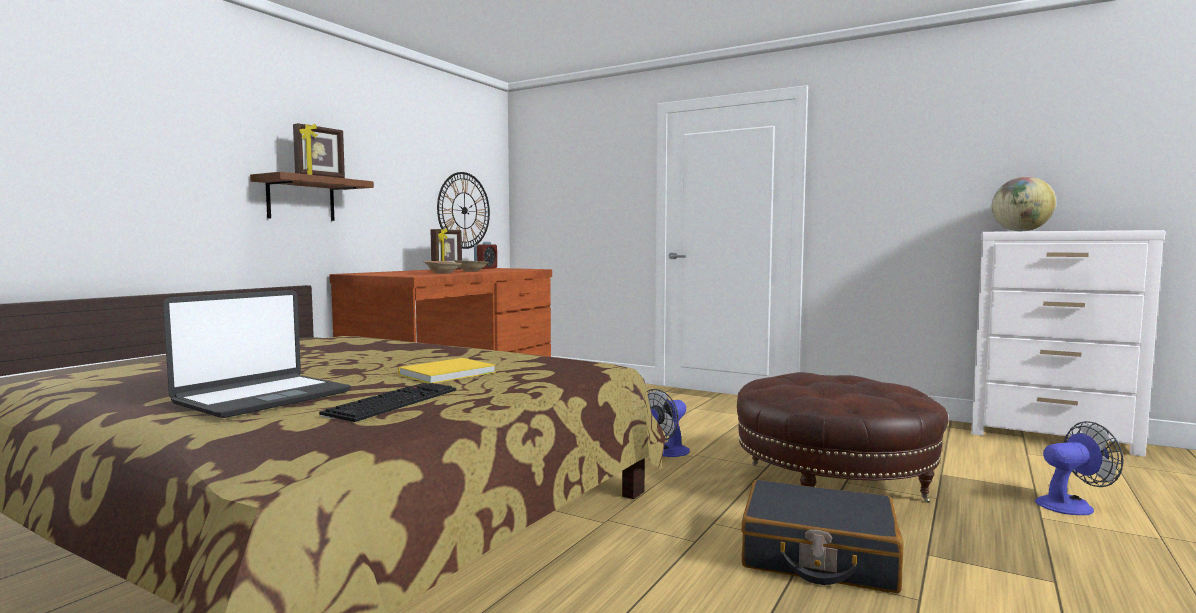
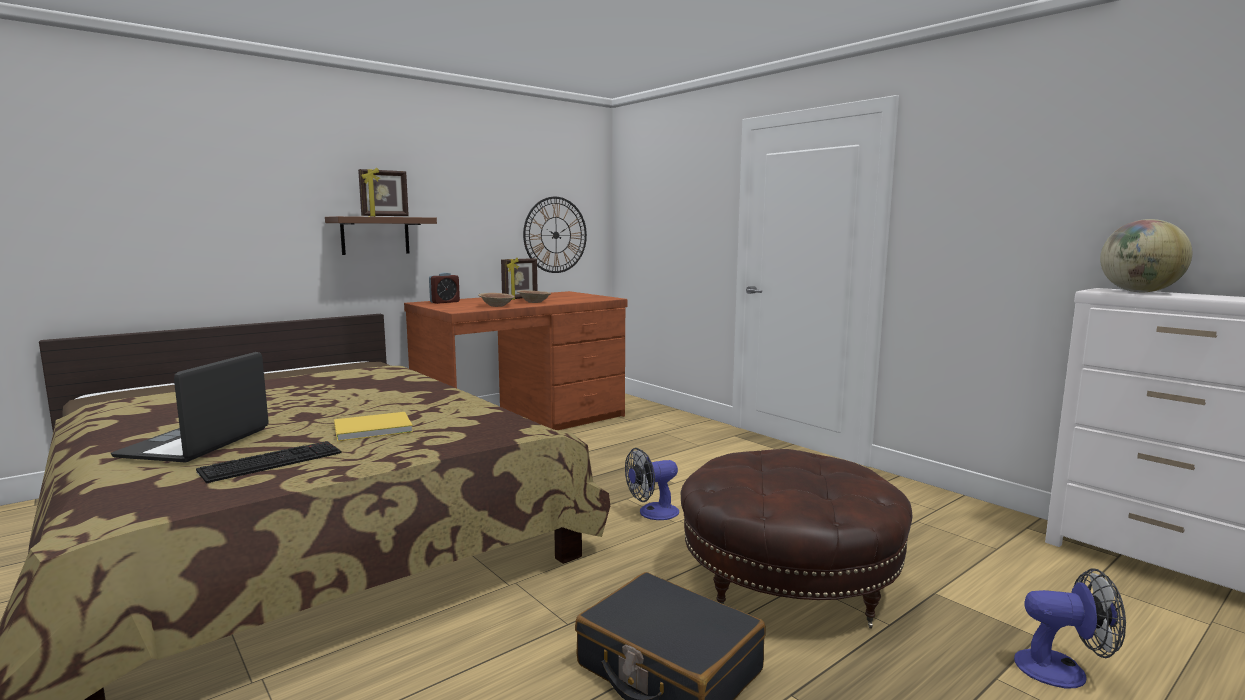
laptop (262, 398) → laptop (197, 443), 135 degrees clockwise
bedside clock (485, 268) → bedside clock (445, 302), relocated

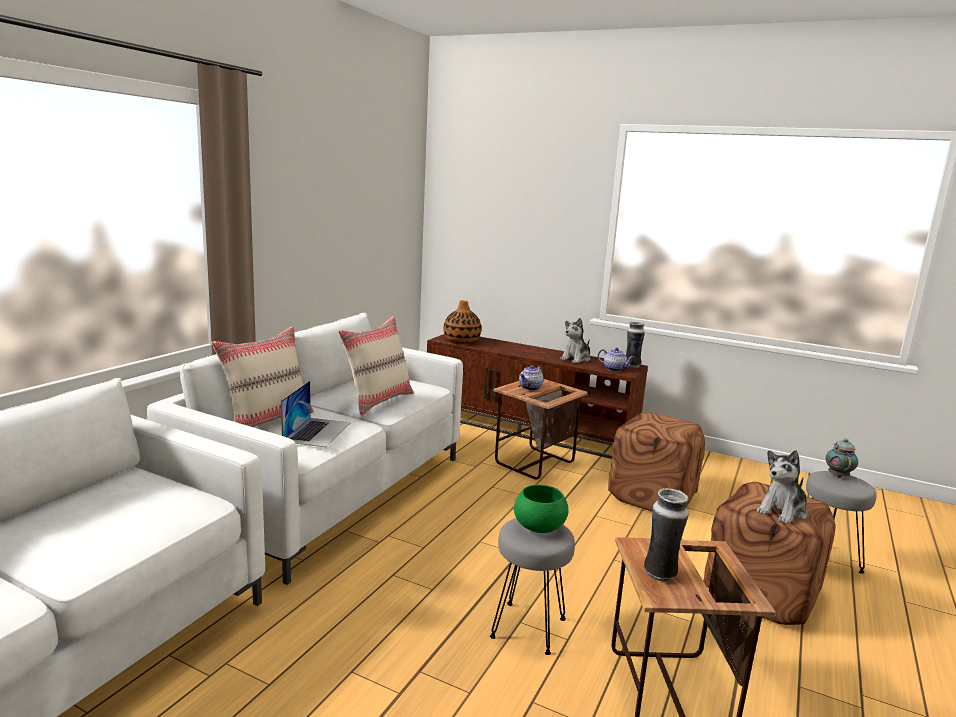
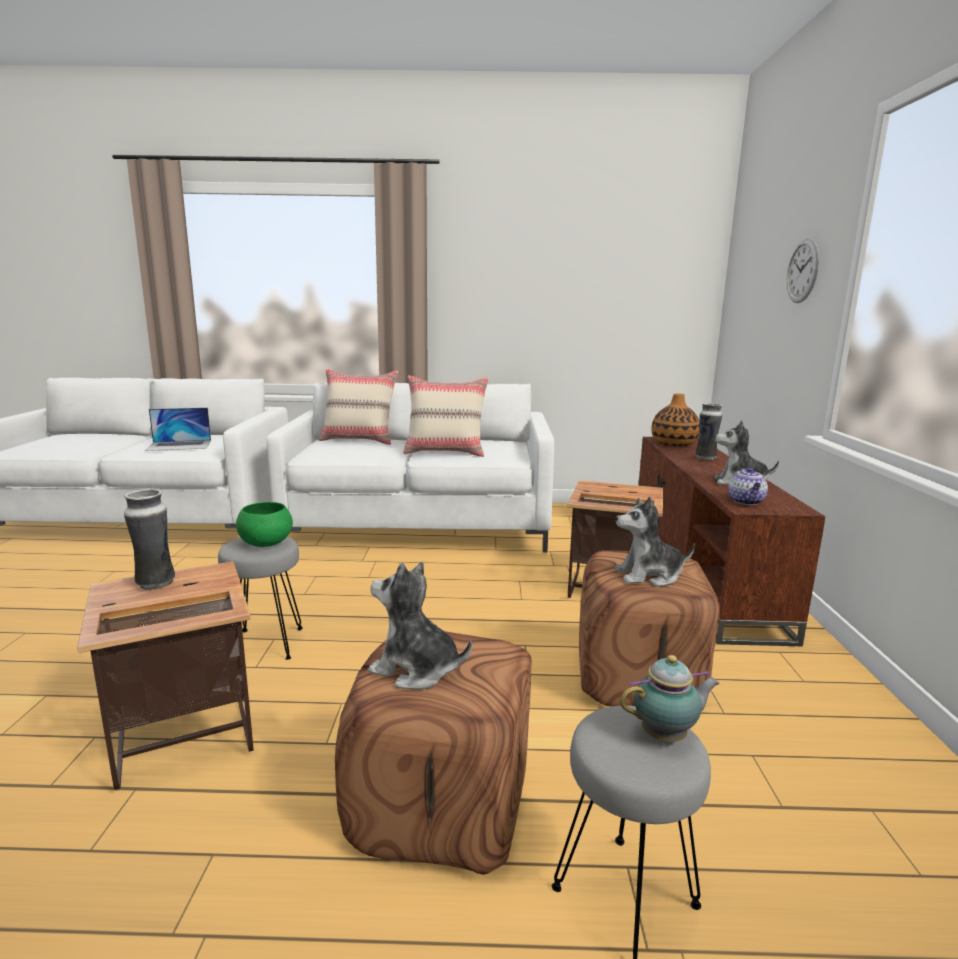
laptop (317, 432) → laptop (179, 445), relocated
pot for tea (530, 388) → -
vase (631, 366) → vase (705, 458), relocated
- → plush toy (649, 576)
- → wall clock (802, 271)

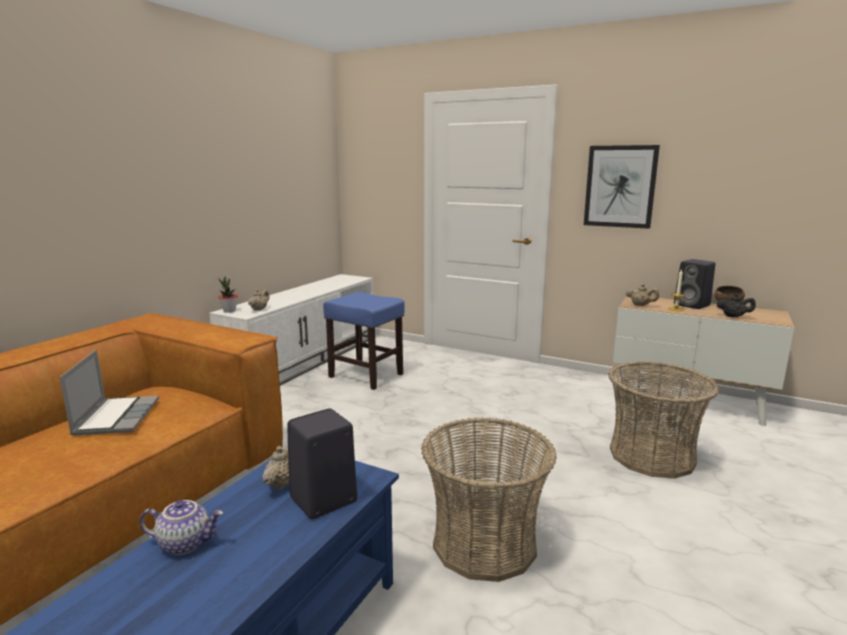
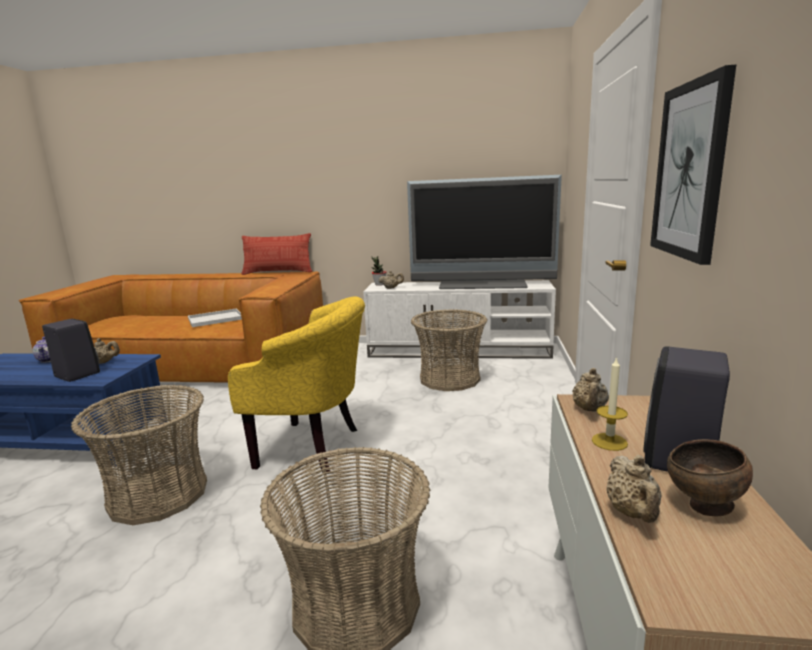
laptop (116, 416) → tray (white) (216, 318)
stool (bluish) (367, 375) → storage basket (450, 379)
pot for tea (blackish) (733, 316) → pot for tea (beige) (633, 513)
- → armchair (yellow-coloured) (314, 447)
- → cushion (278, 272)
- → TV set (482, 284)

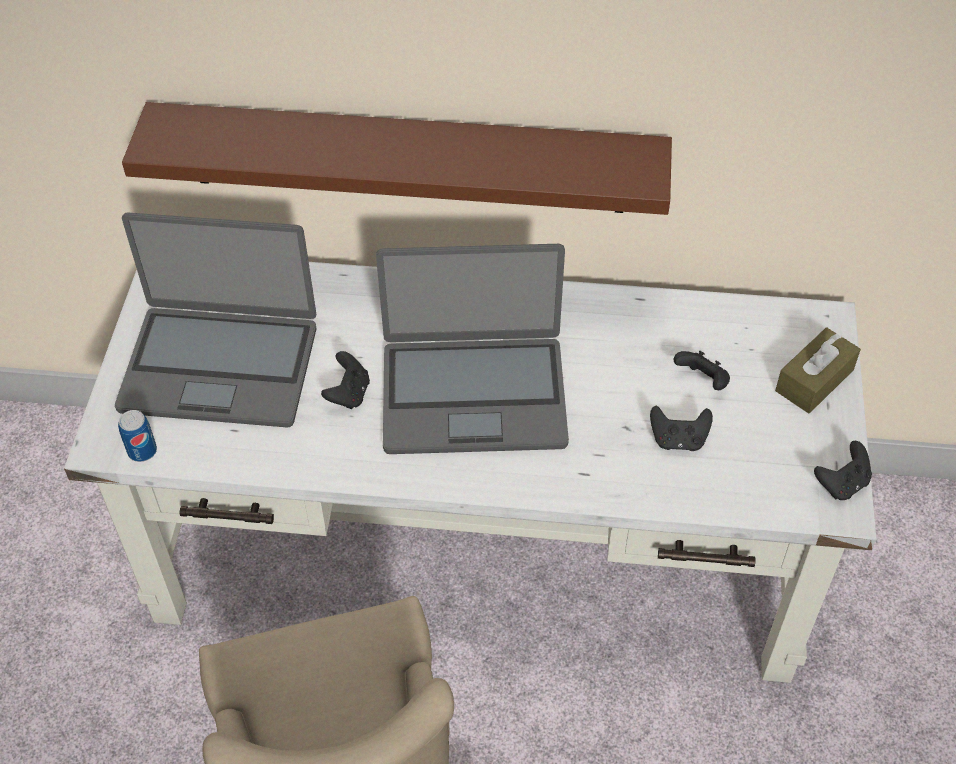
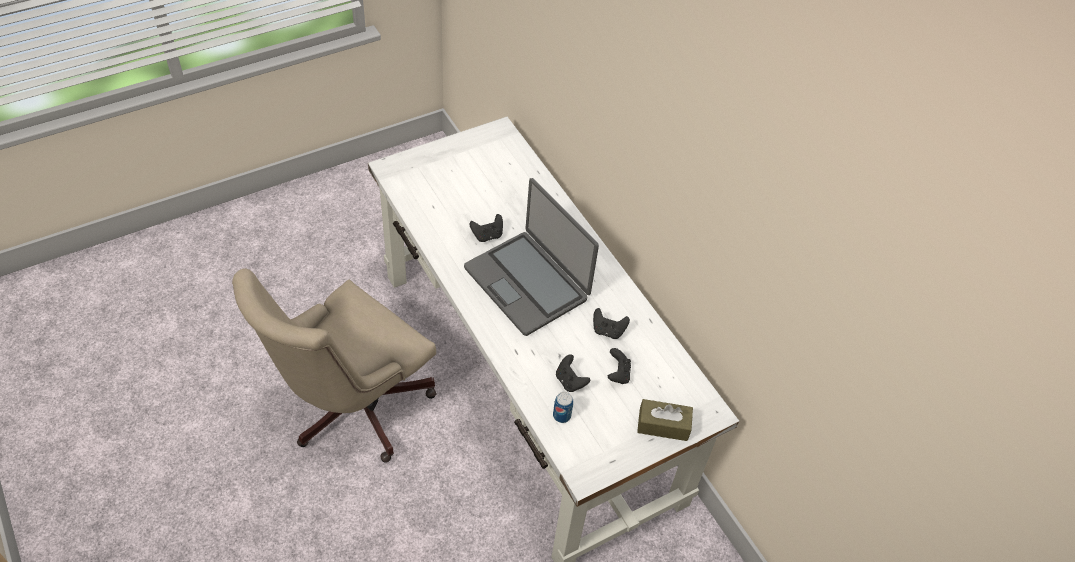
laptop (220, 365) → -
sealed can (142, 451) → sealed can (561, 415), relocated
shelf (brown-coloured) (407, 158) → -
game controller (blackish) (841, 484) → game controller (blackish) (608, 331), relocated

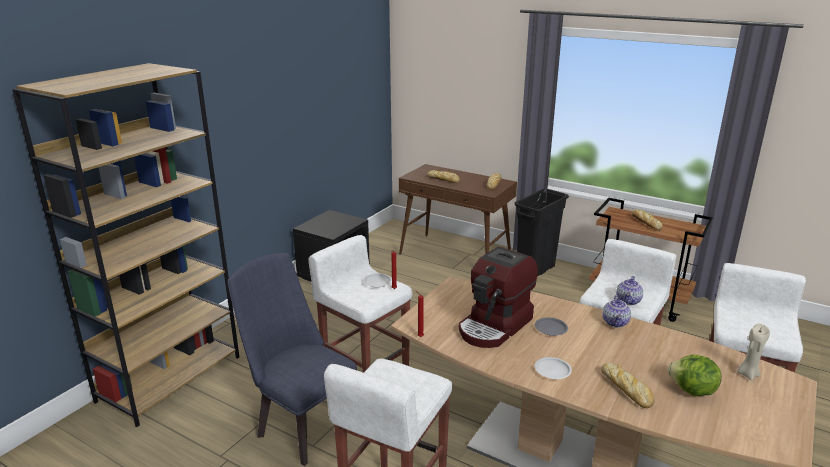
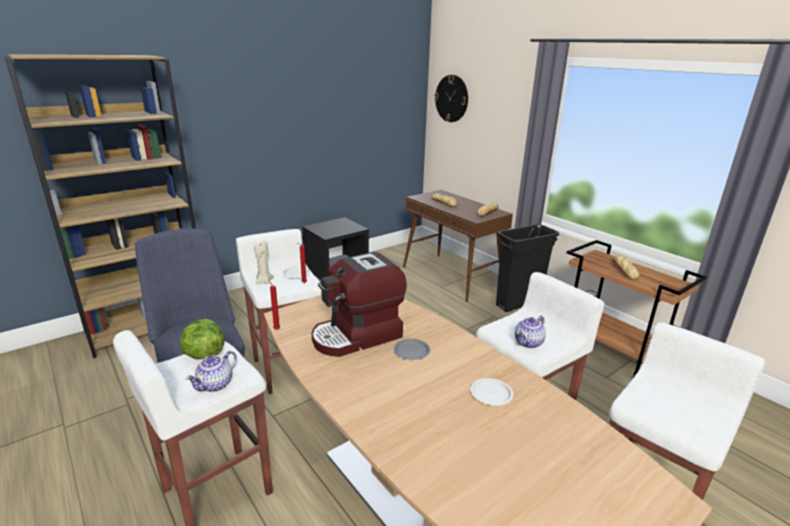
plate (white) (553, 370) → plate (white) (491, 394), relocated
bakery bread (627, 389) → -
pot for tea (616, 323) → pot for tea (215, 385), relocated
head of lettuce (692, 391) → head of lettuce (204, 354), relocated
wax light (beige) (747, 374) → wax light (beige) (264, 281), relocated
- → wall clock (451, 98)

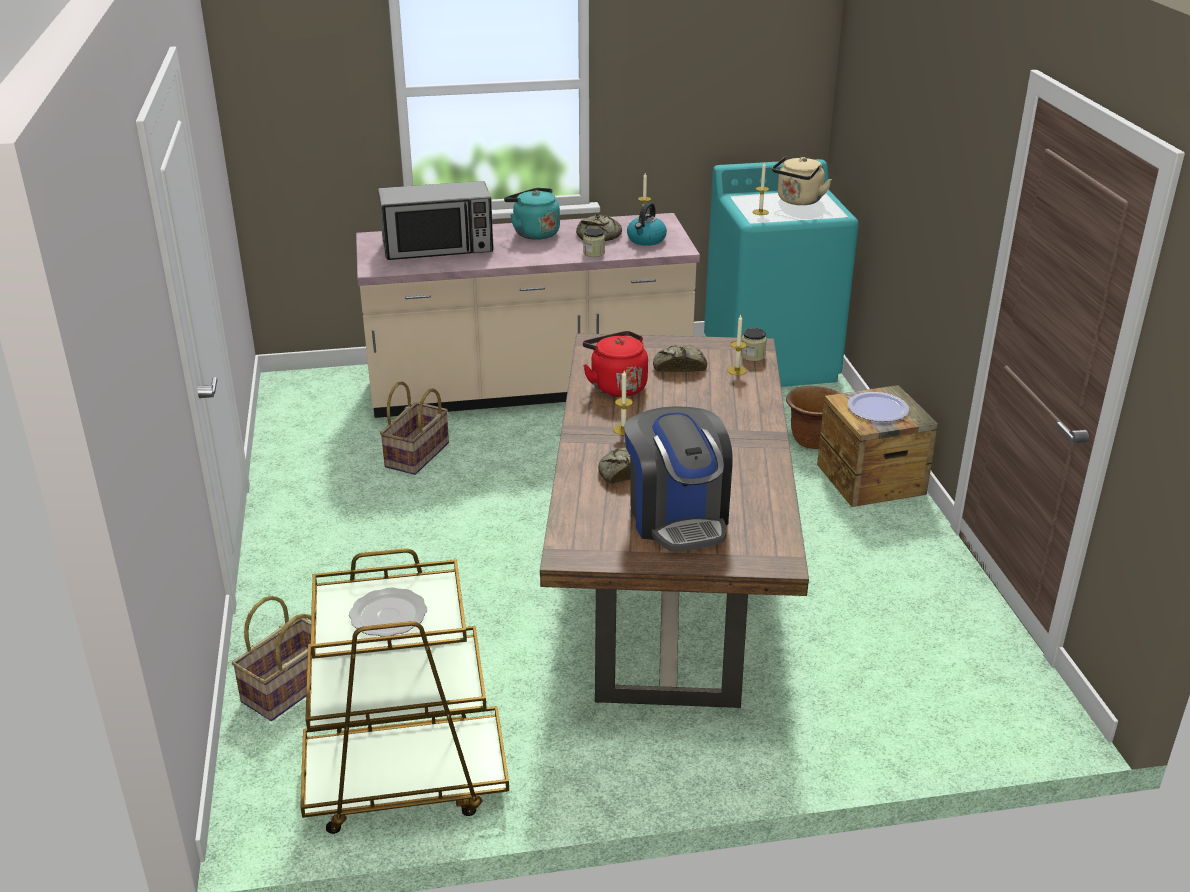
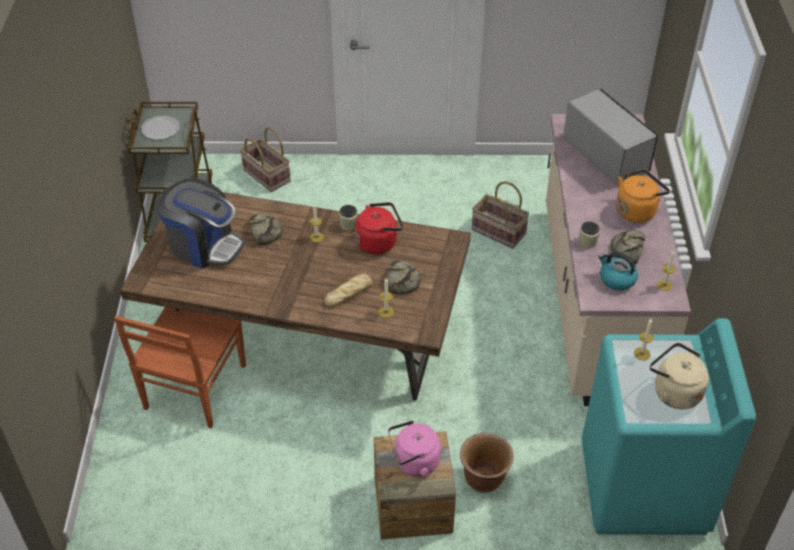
microwave oven (438, 248) → microwave oven (605, 154), 150 degrees clockwise
kettle (turquoise-coloured) (534, 233) → kettle (orange) (637, 210)
coffee maker (677, 517) → coffee maker (204, 245), 150 degrees counterclockwise
jar (752, 356) → jar (348, 224), relocated
plate (877, 409) → kettle (pink) (414, 462)
- → upright chair (brown-coloured) (194, 389)
- → bakery bread (349, 293)

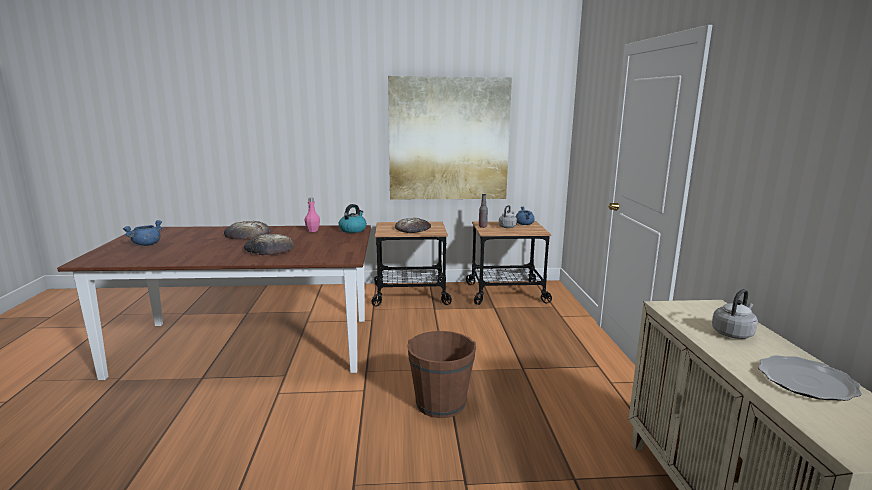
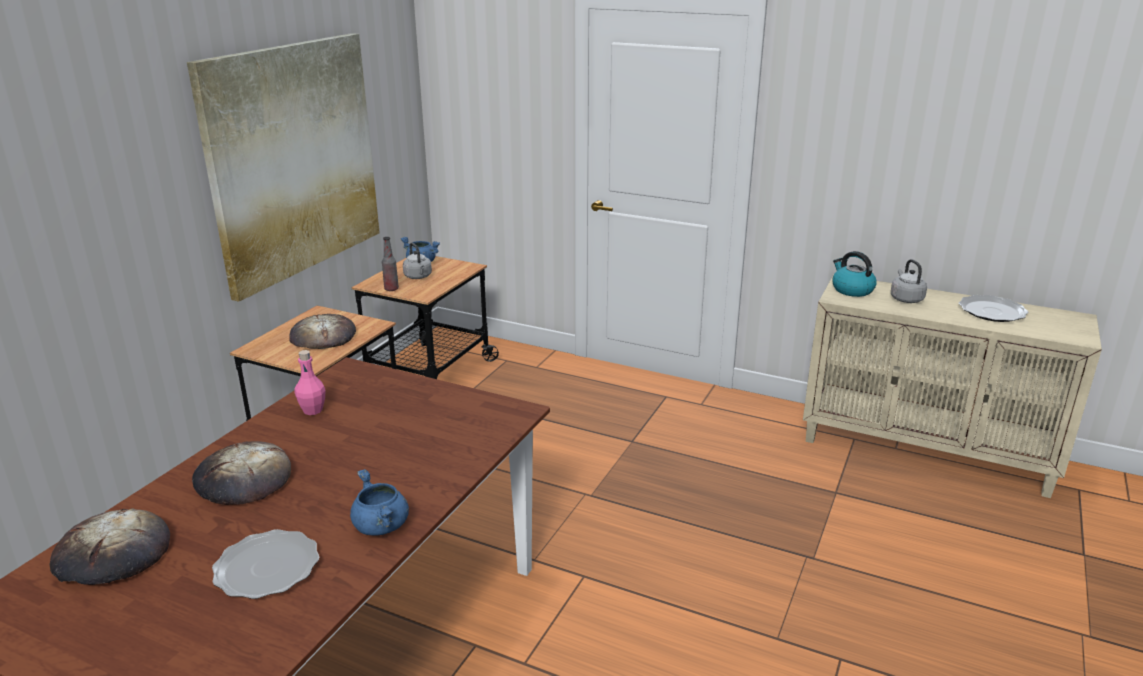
stockpot (bluish) (146, 244) → stockpot (bluish) (381, 526), relocated
bakery bread (269, 249) → bakery bread (112, 554), relocated
kettle (353, 230) → kettle (851, 290), relocated
water bucket (brown-coloured) (440, 403) → -
- → plate (267, 568)

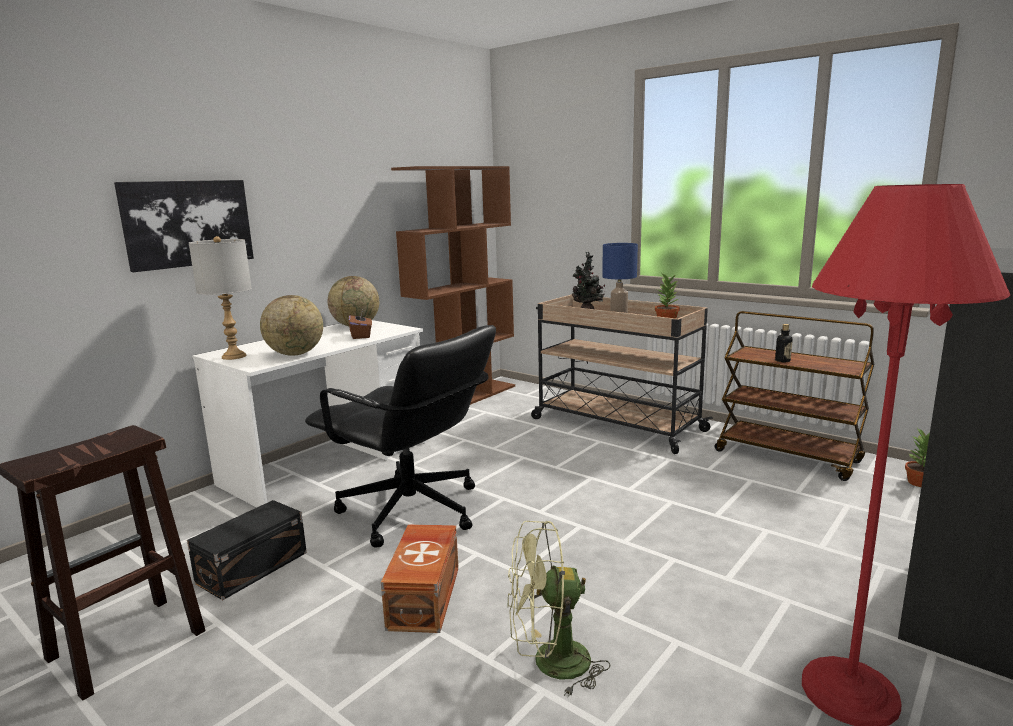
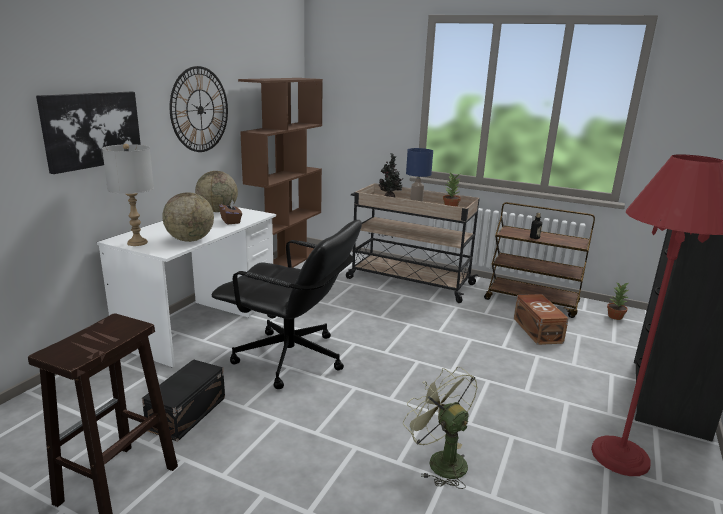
storage container (brown-coloured) (426, 596) → storage container (brown-coloured) (538, 330), relocated
electric fan (green) (549, 664) → electric fan (green) (440, 460), 75 degrees clockwise
- → wall clock (200, 110)

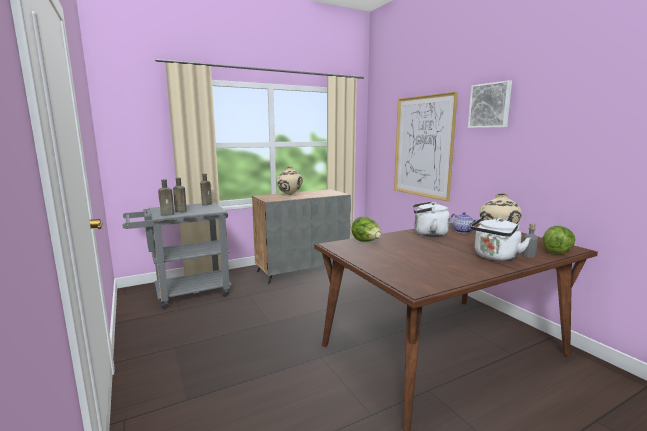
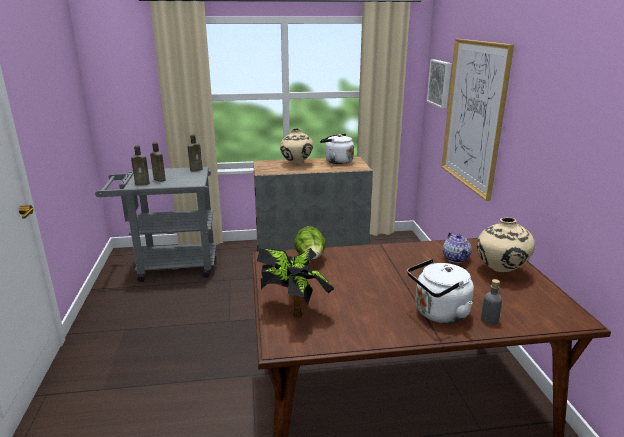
kettle (white) (428, 234) → kettle (white) (337, 161), relocated
picture (490, 105) → picture (440, 83), relocated
head of lettuce (557, 251) → -
- → plant in a pot (294, 310)

